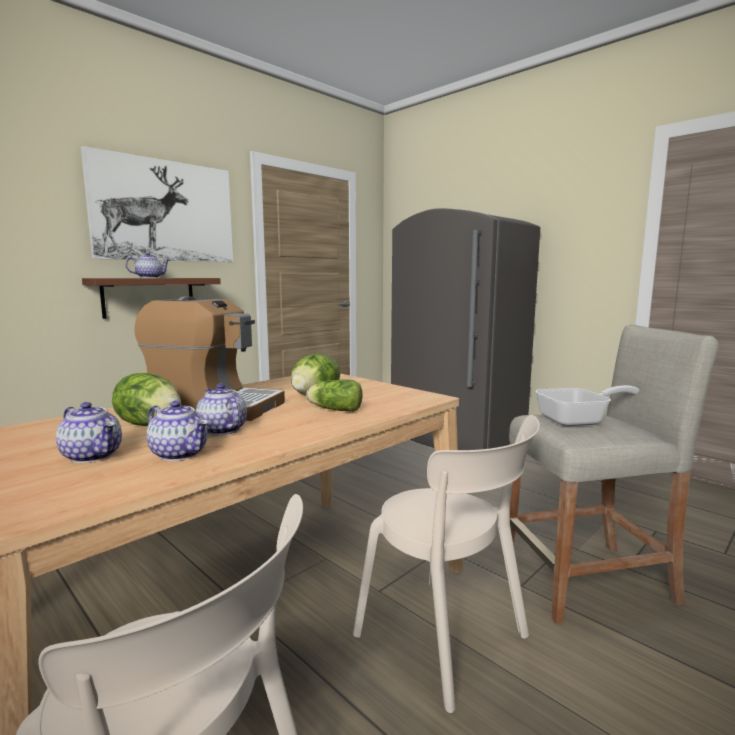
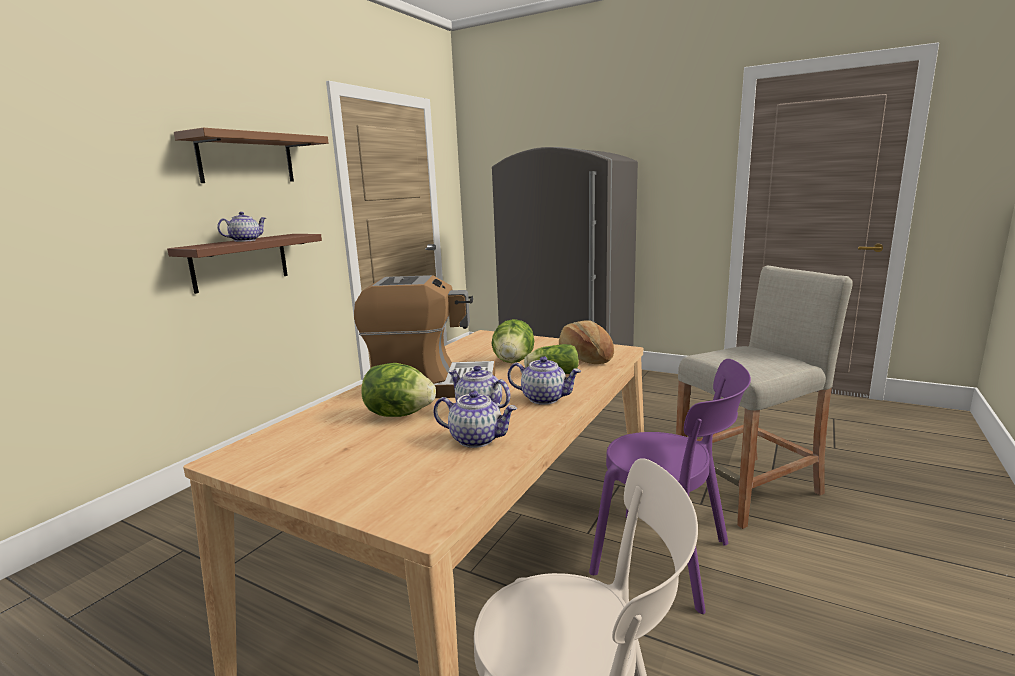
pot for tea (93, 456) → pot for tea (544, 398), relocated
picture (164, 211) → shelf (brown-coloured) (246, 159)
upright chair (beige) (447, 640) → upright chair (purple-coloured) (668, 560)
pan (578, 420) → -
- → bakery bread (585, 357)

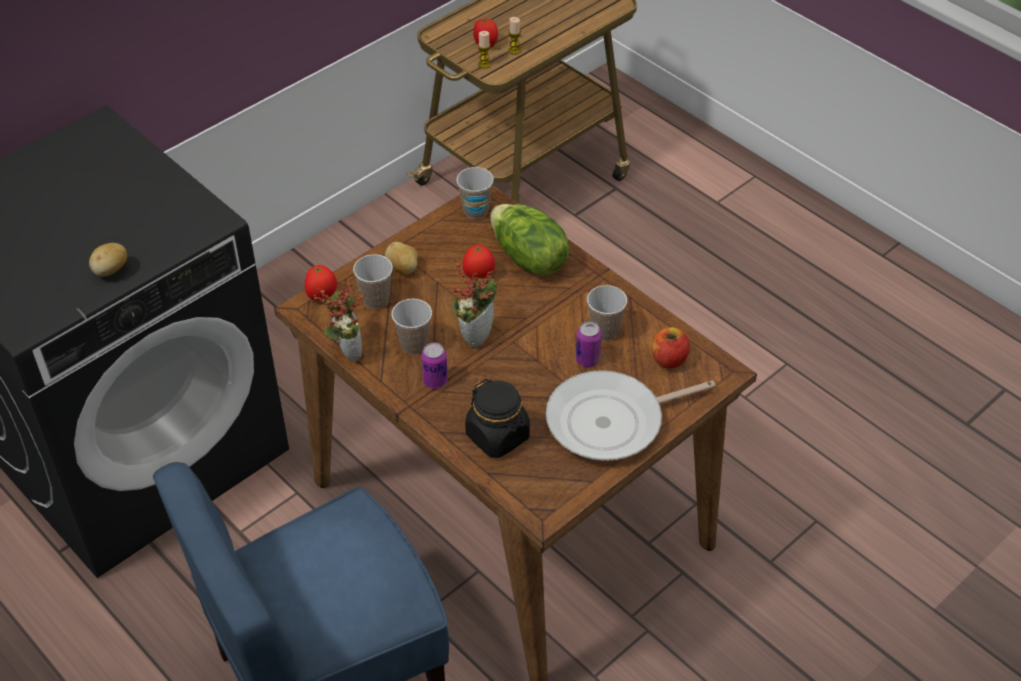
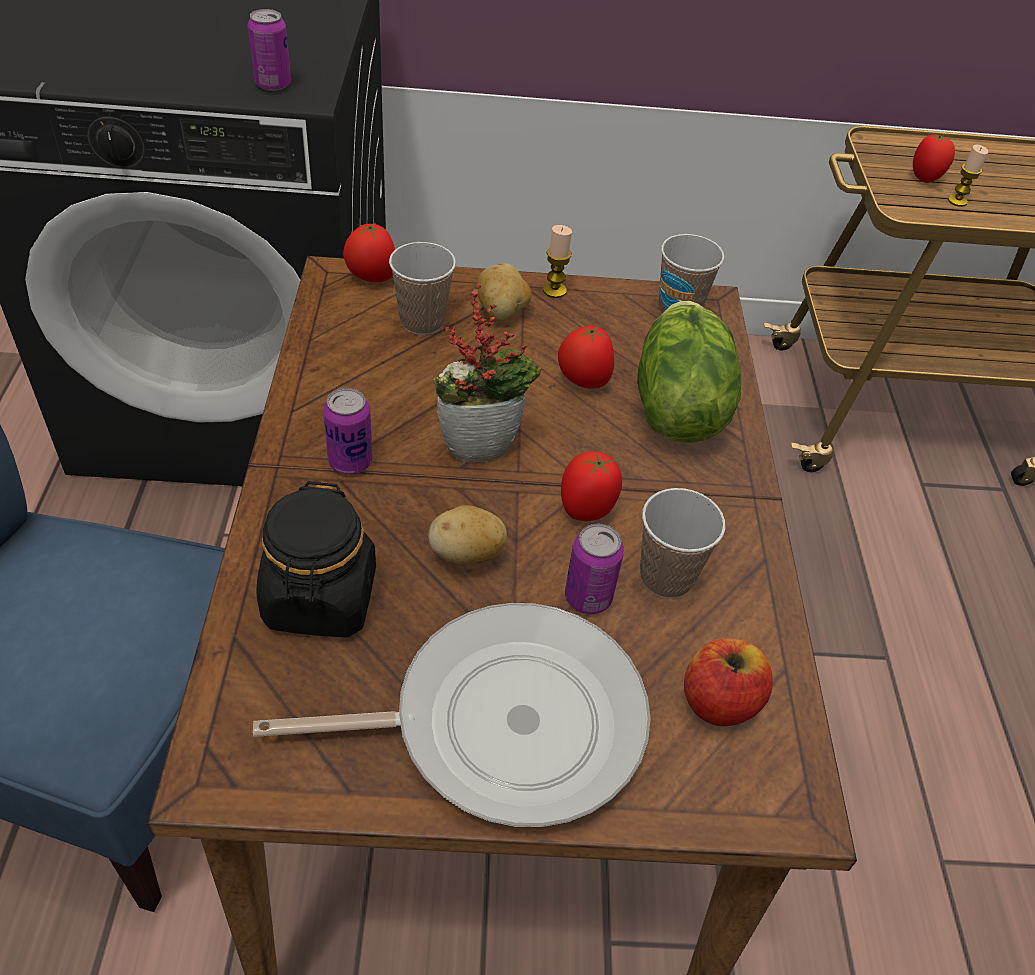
spud (111, 271) → spud (466, 555), relocated
plant in a pot (346, 350) → -
cup (414, 344) → -
wax light (484, 64) → wax light (554, 290), relocated
pan (611, 422) → pan (503, 722), 150 degrees clockwise
- → sealed can (273, 84)
- → fresh tomato (587, 509)

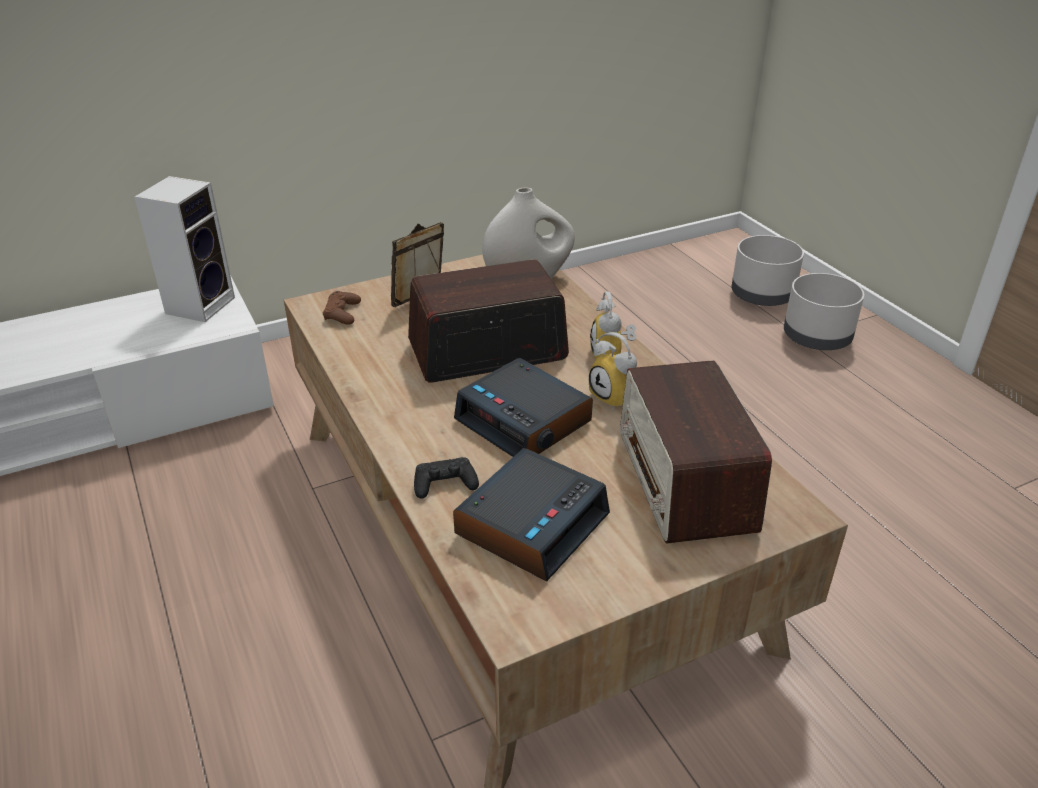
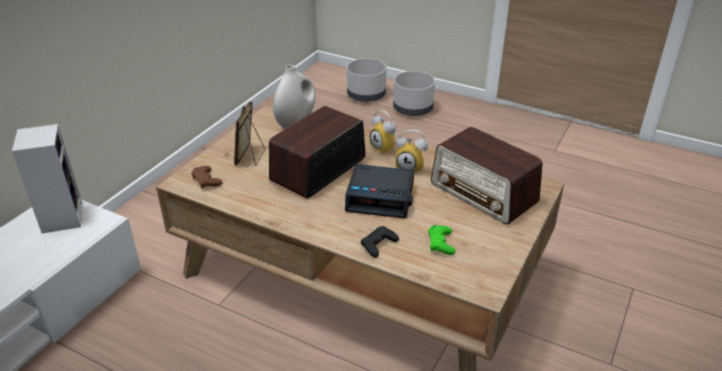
bedside clock (532, 523) → game controller (green) (441, 243)

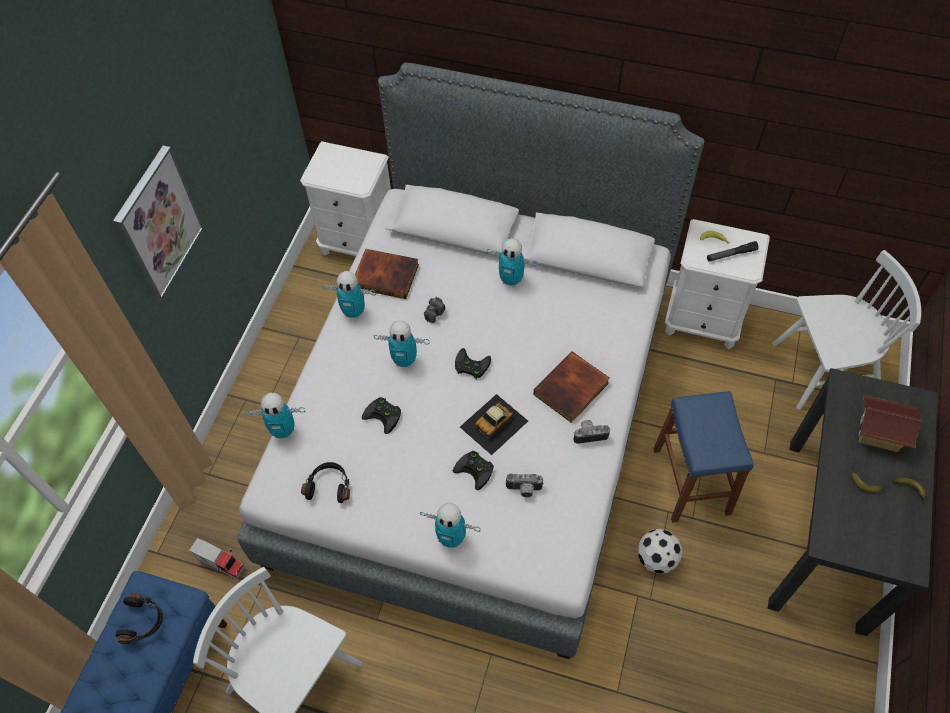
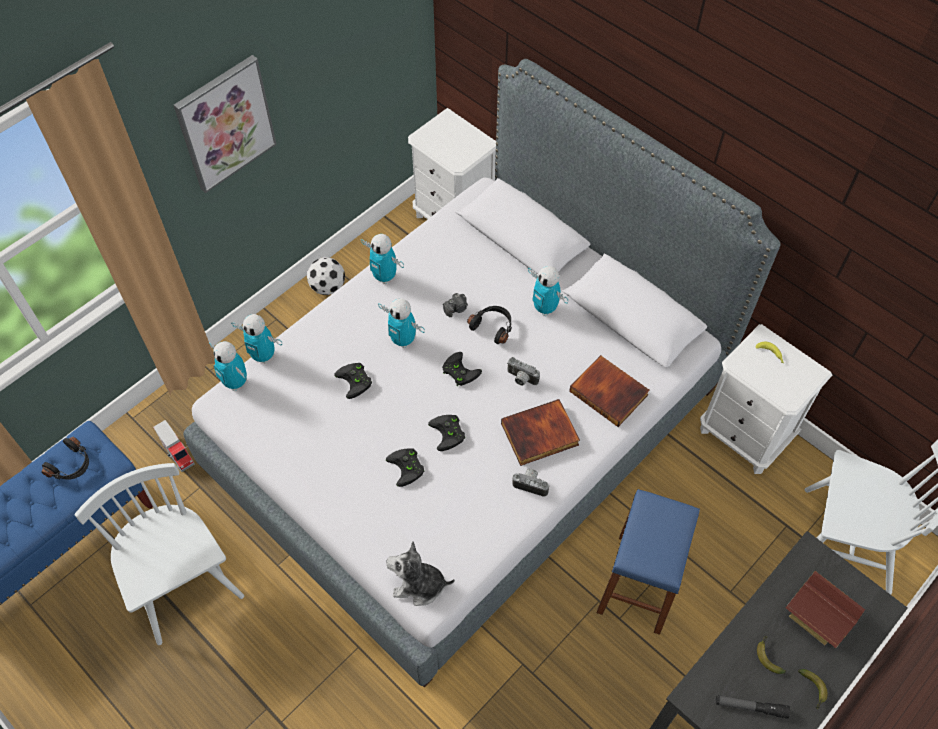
headset (blackish) (329, 485) → headset (blackish) (493, 327), relocated
volume (386, 275) → volume (610, 392), relocated
model robot (451, 538) → model robot (236, 382), relocated
toy car (494, 424) → game controller (blackish) (449, 434)
still camera (524, 490) → still camera (521, 379), relocated
ball for football (657, 559) → ball for football (328, 287), relocated
flashlight (731, 254) → flashlight (750, 707), relocated
- → plush toy (419, 585)

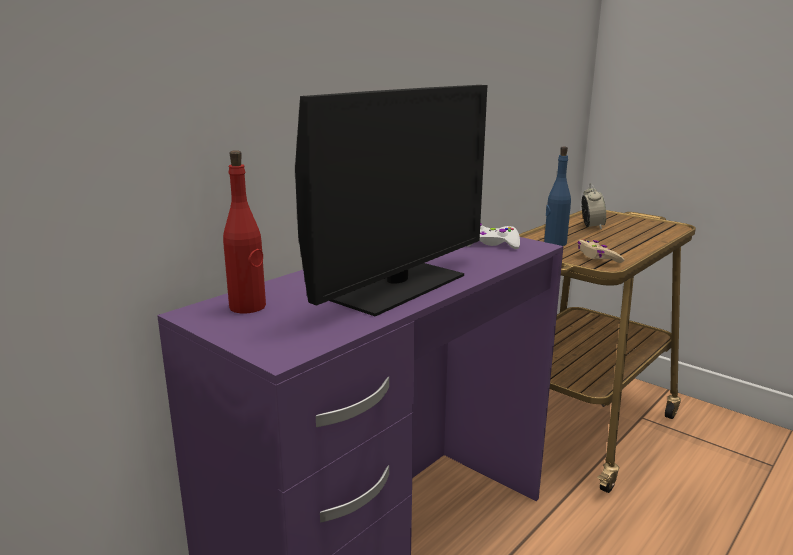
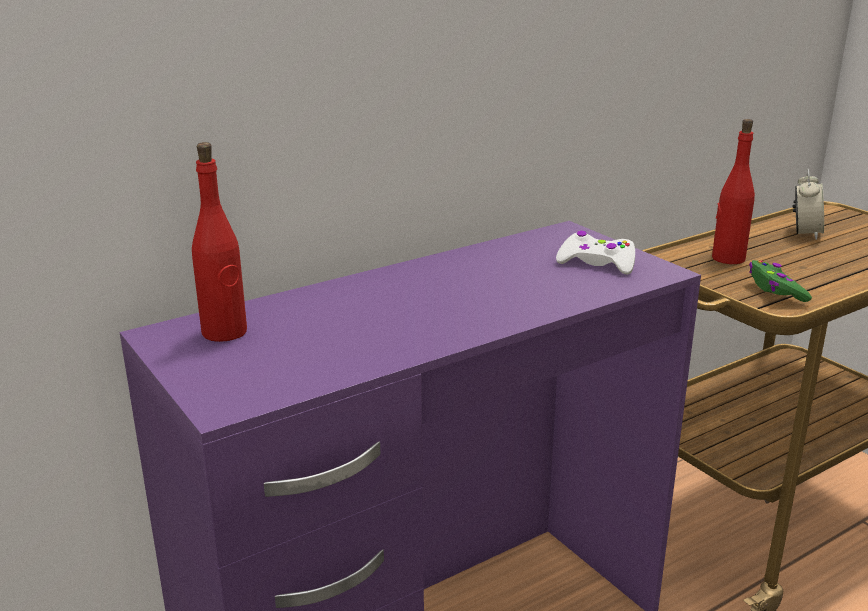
computer screen (397, 287) → -
drink bottle (bluish) (554, 243) → drink bottle (reddish) (727, 258)
game controller (beige) (598, 257) → game controller (green) (776, 289)

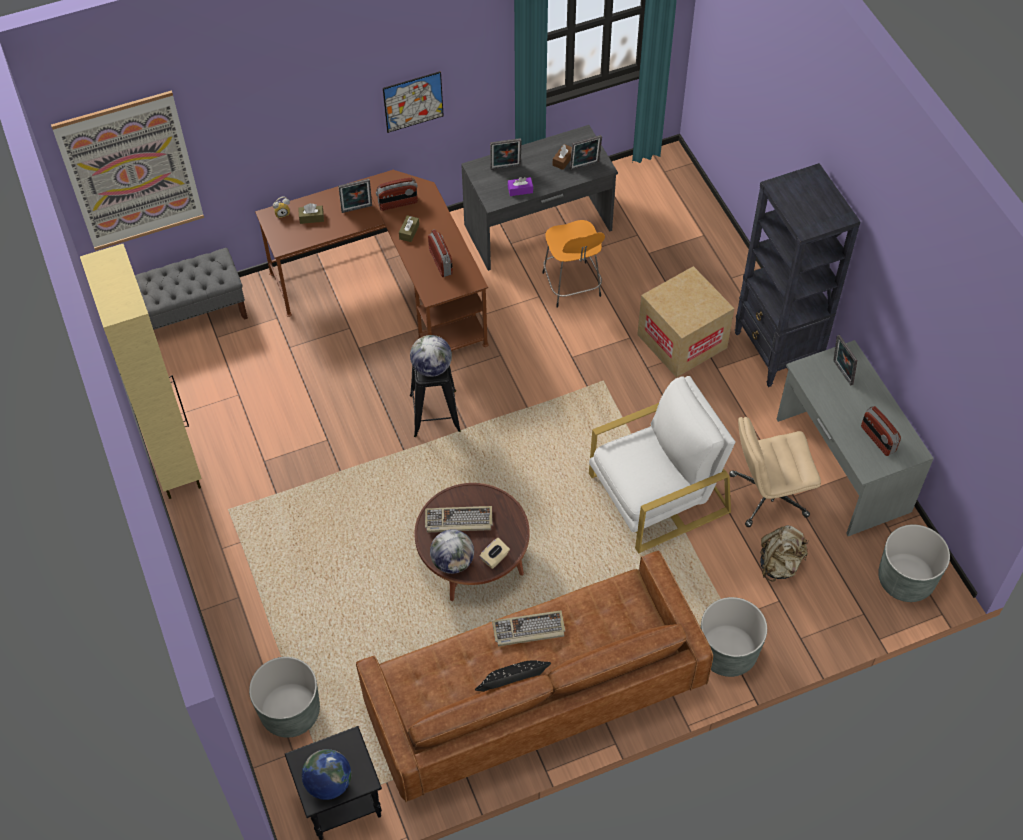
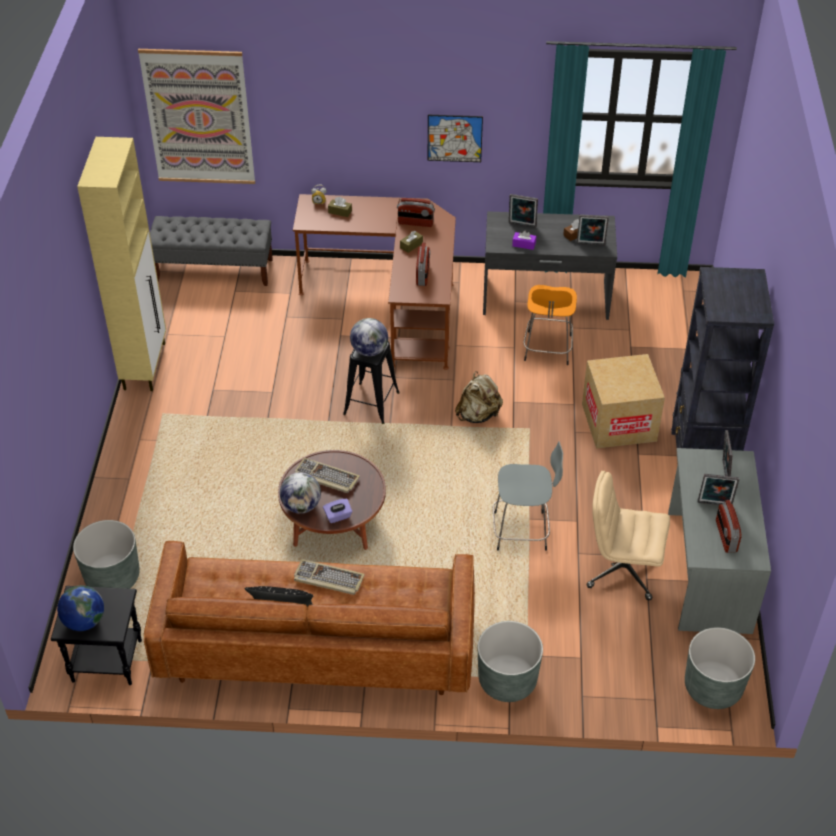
picture frame (357, 210) → picture frame (714, 505), relocated
box of tissues (beige) (495, 558) → box of tissues (purple-coloured) (338, 516)
armchair (white) (657, 493) → stool (gray) (523, 531)
backpack (beige) (780, 564) → backpack (beige) (478, 415), relocated

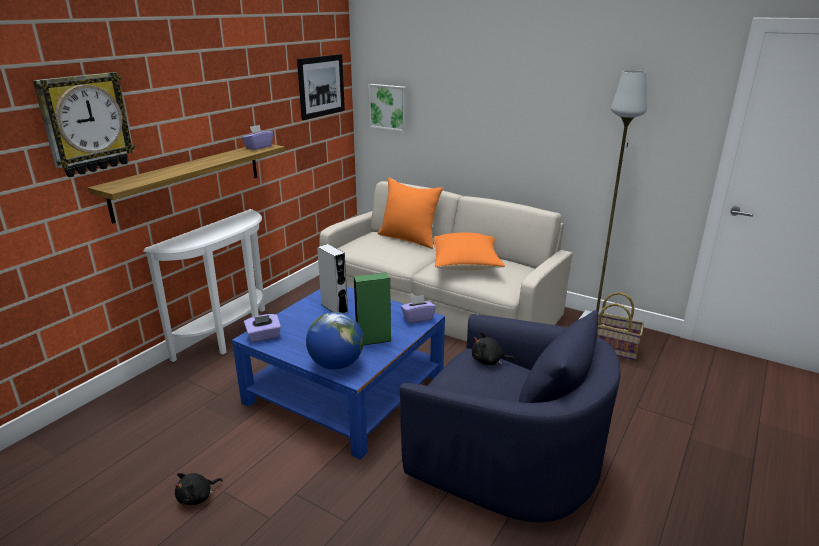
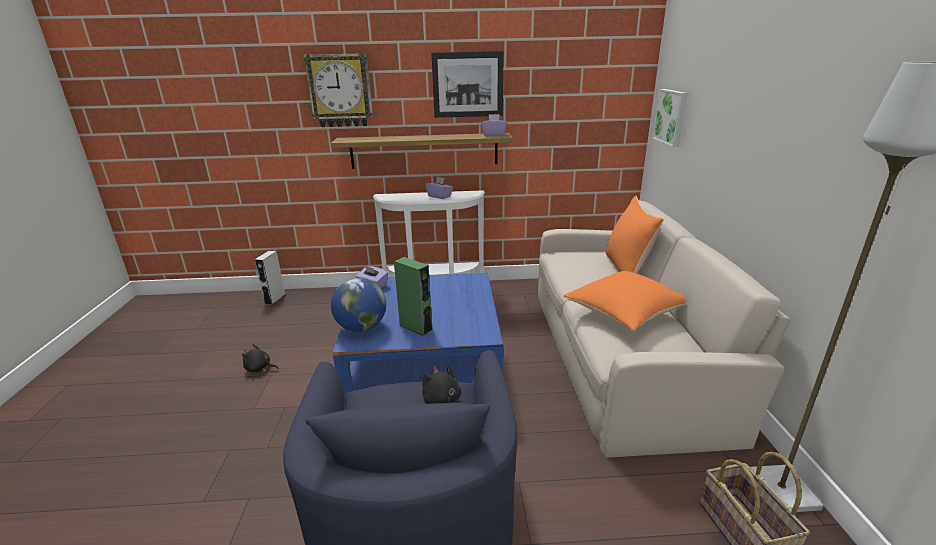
picture (321, 86) → picture (468, 84), relocated
audio speaker (gray) (334, 308) → audio speaker (gray) (275, 299), relocated
box of tissues (purple-coloured) (418, 318) → box of tissues (purple-coloured) (439, 196), relocated

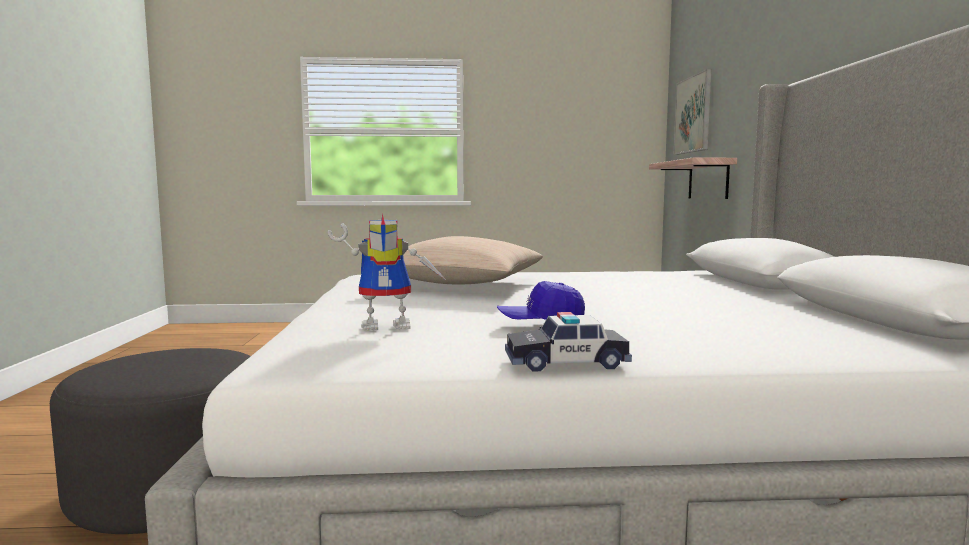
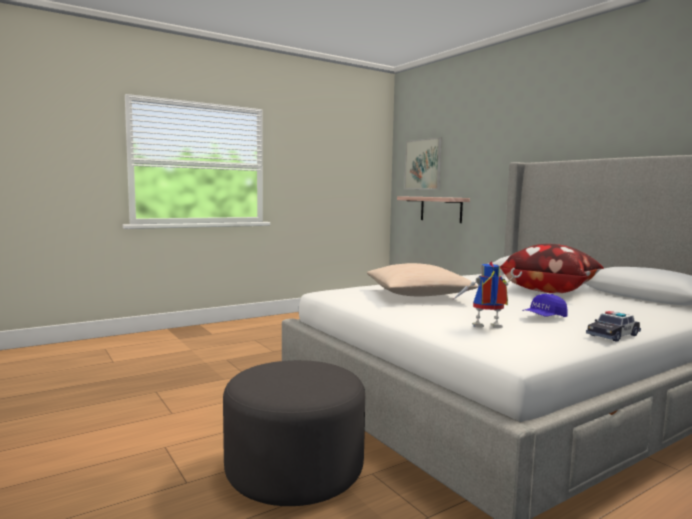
model robot (390, 325) → model robot (485, 327), 135 degrees counterclockwise
- → cushion (549, 291)

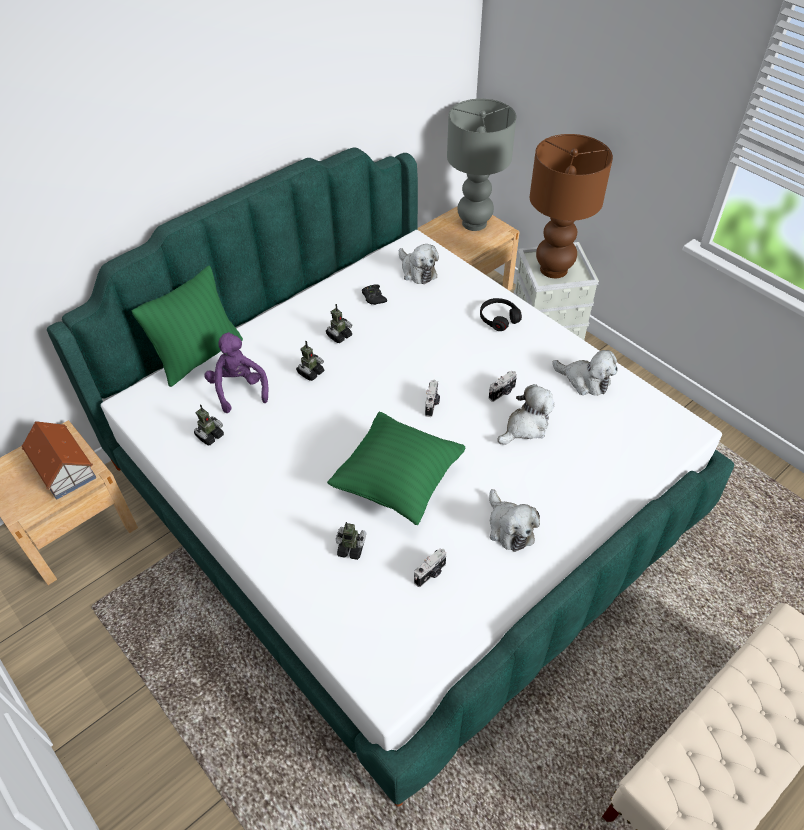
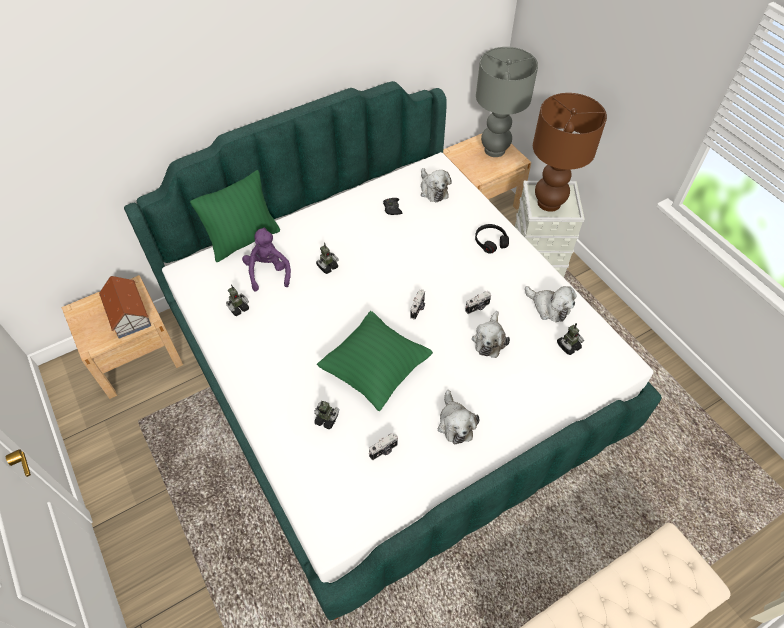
model robot (339, 336) → model robot (568, 346), relocated
plush toy (525, 426) → plush toy (489, 340), 135 degrees clockwise

